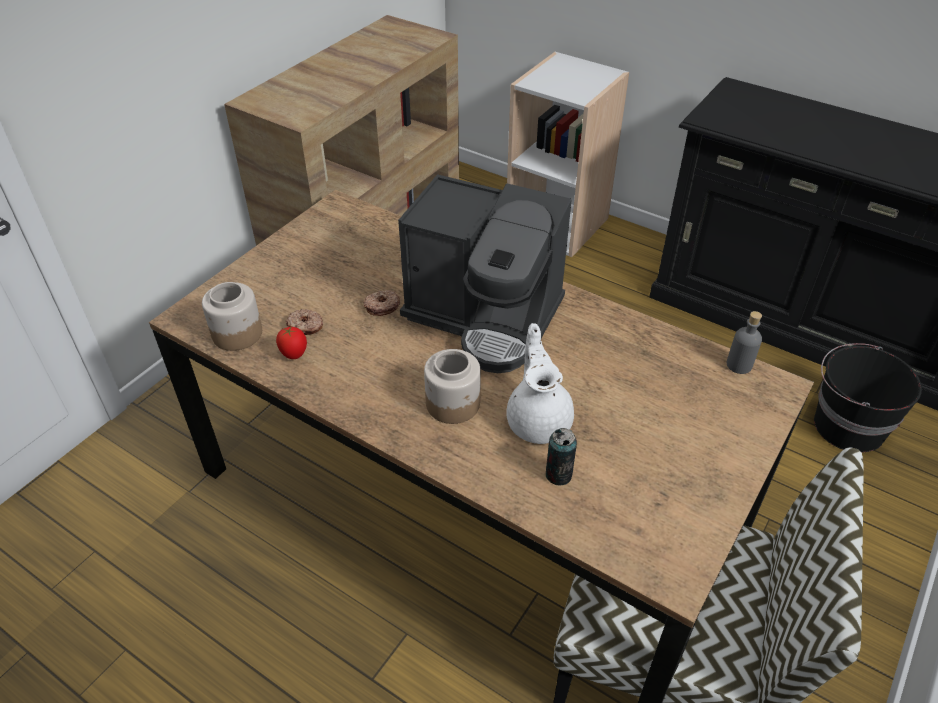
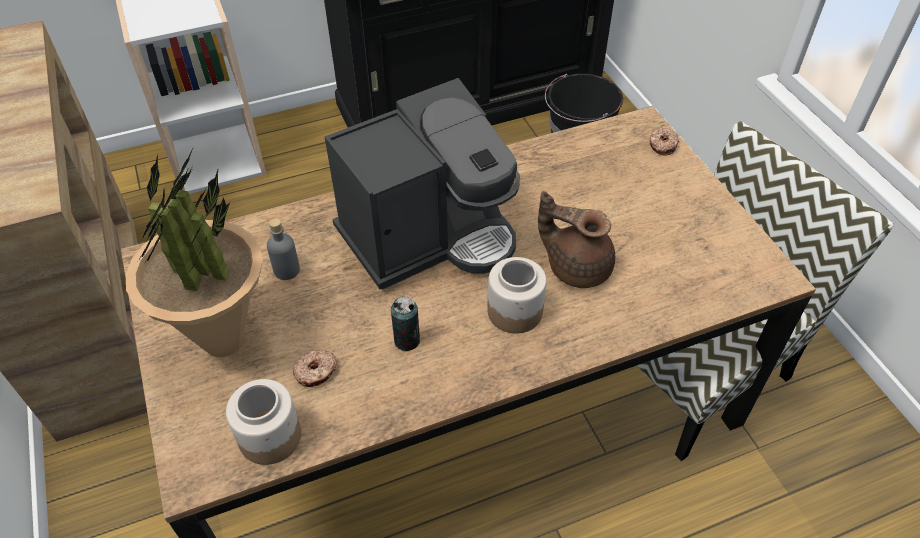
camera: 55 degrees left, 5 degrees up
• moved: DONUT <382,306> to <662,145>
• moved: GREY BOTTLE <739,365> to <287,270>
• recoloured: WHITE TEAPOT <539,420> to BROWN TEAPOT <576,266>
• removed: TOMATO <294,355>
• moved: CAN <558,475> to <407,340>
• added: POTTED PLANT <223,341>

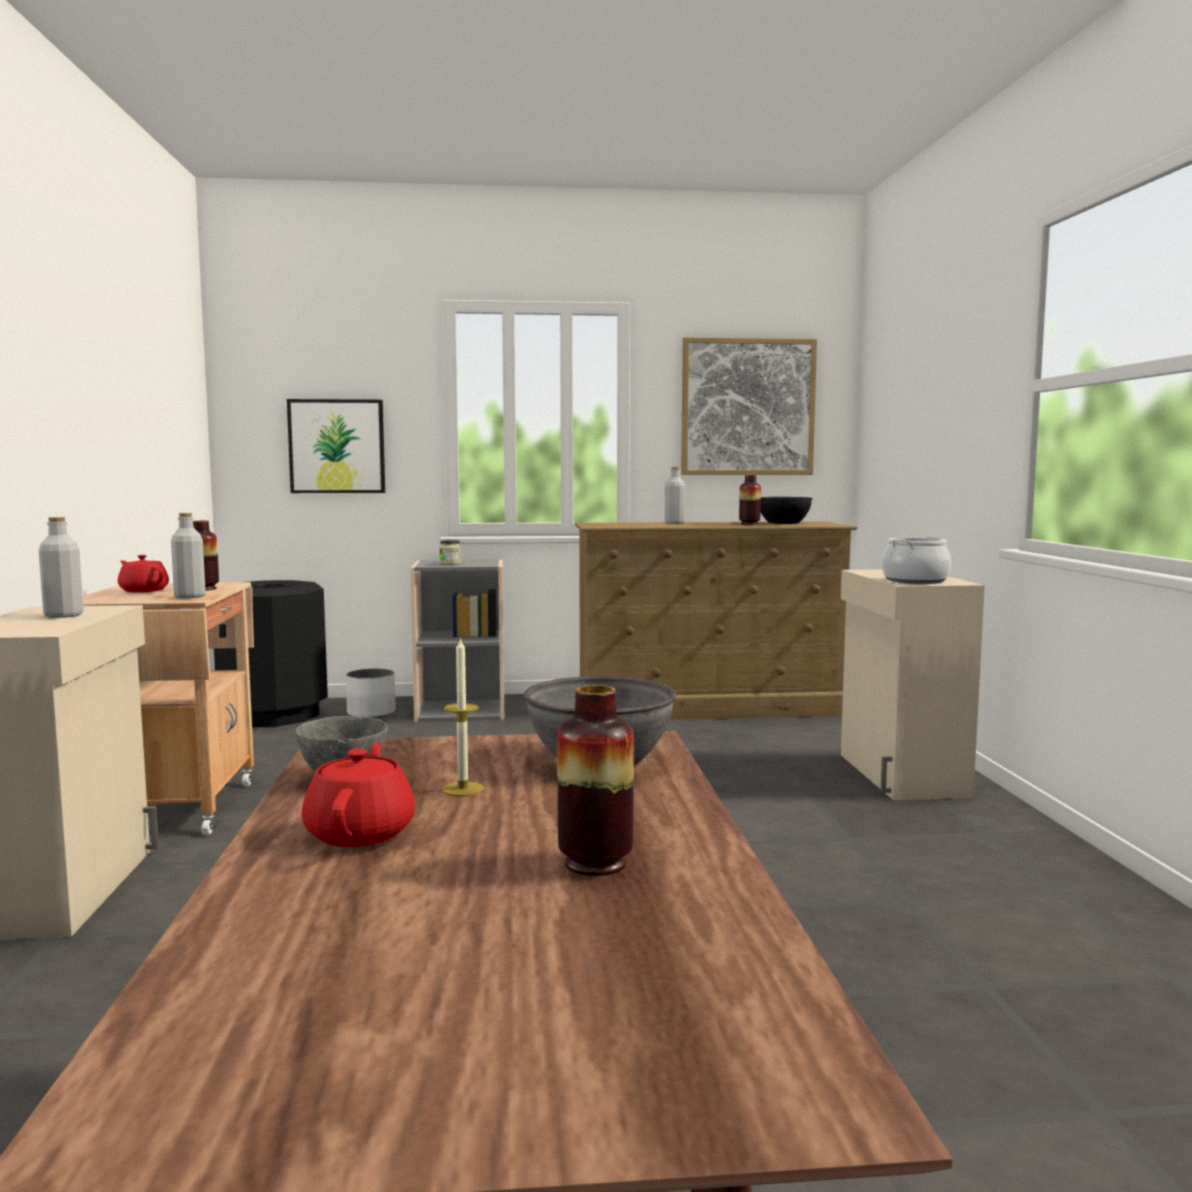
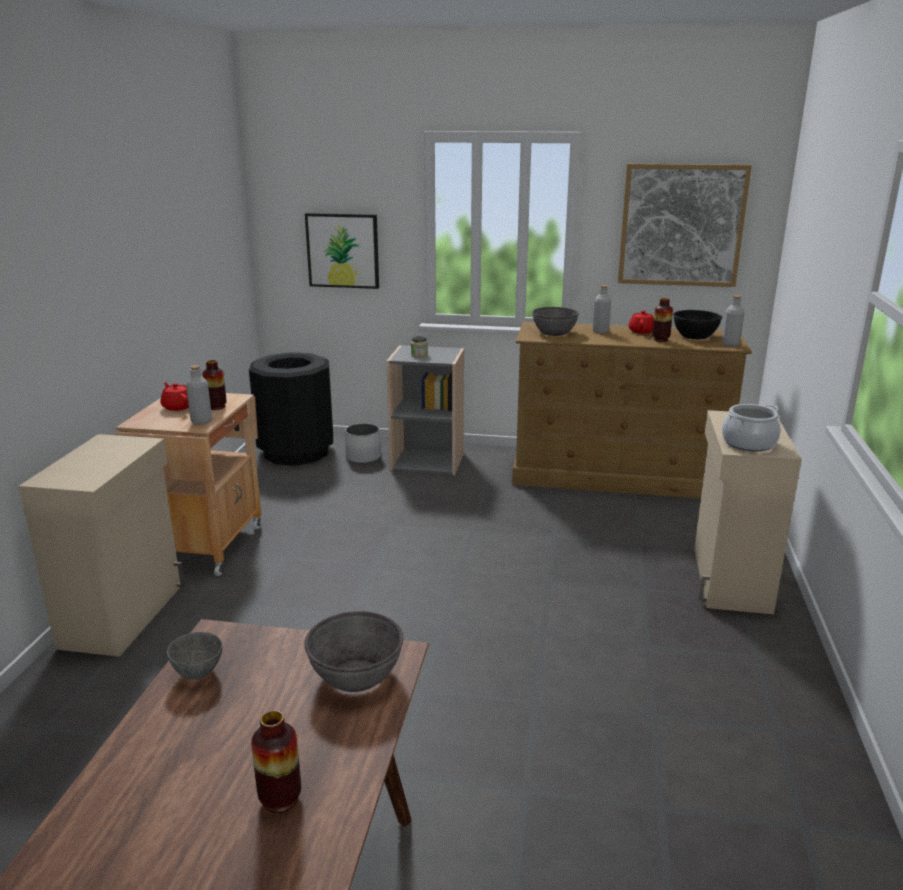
camera: 15 degrees right, 15 degrees up
• moved: GREY BOTTLE <63,615> to <730,344>
• removed: CANDLE <463,789>
• moved: RED TEAPOT <361,832> to <641,331>
• added: GREY BOWL <554,332>

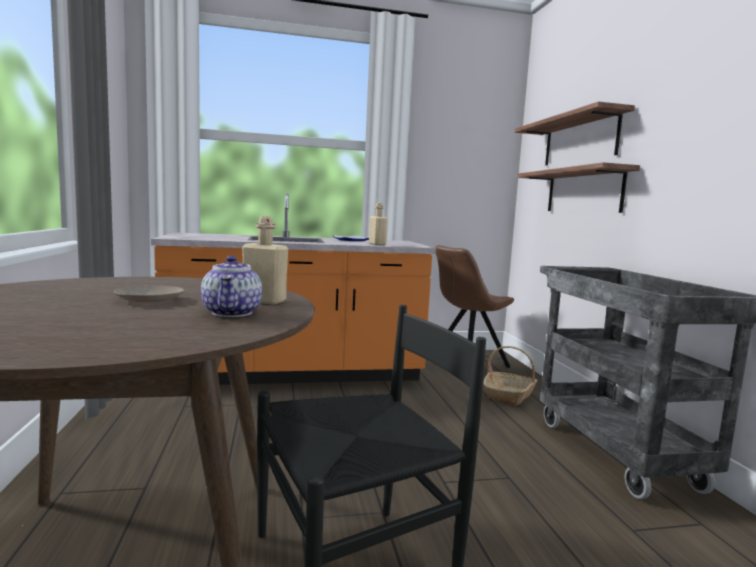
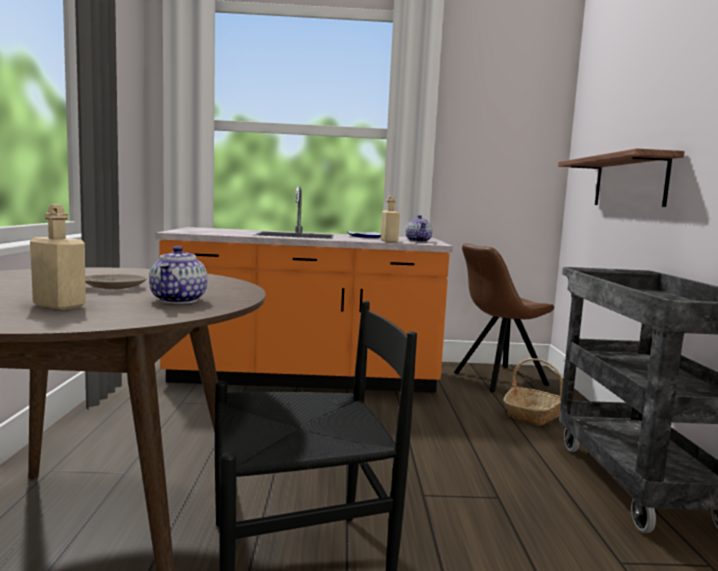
camera: 10 degrees right, 0 degrees up
• removed: SHELF <580,140>
• moved: BEIGE BOTTLE <264,301> to <59,305>
• added: TEAPOT <418,241>

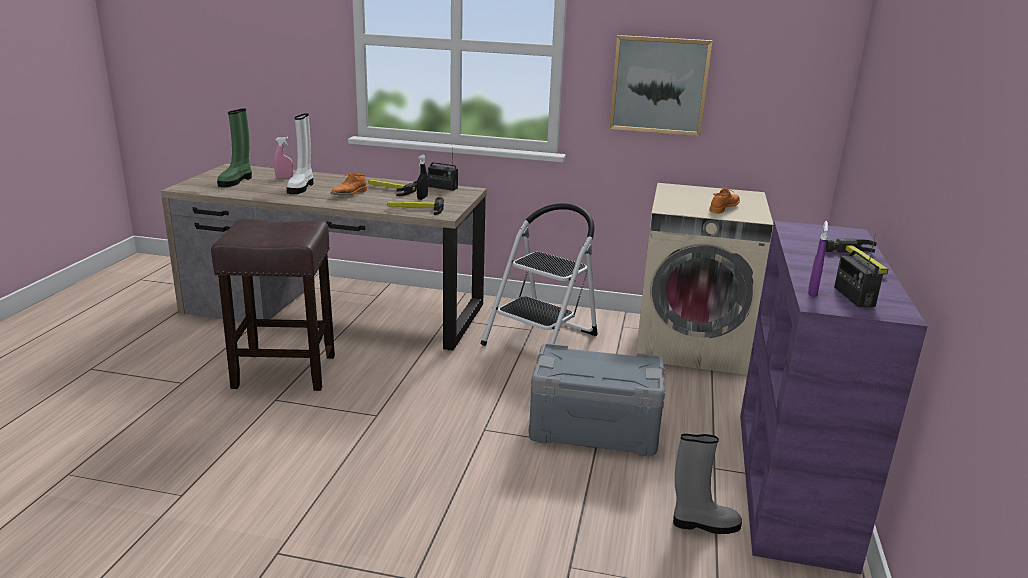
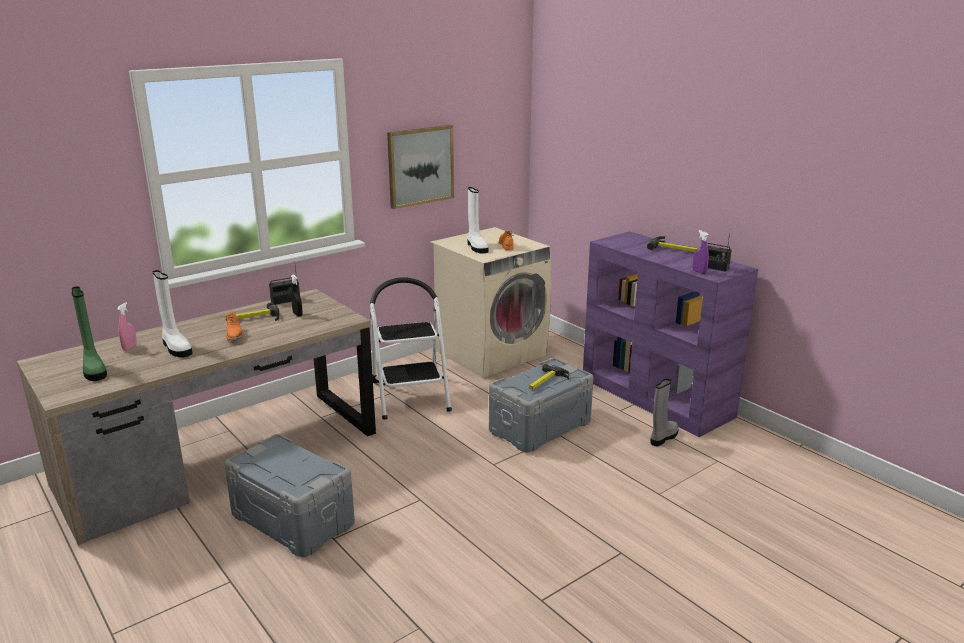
camera: 50 degrees left, 0 degrees up
• moved: HAMMER <415,209> to <546,382>
• replaced: BROWN STOOL <282,372> to GREY STORAGE BOX <292,520>
• added: WHITE BOOT <476,247>

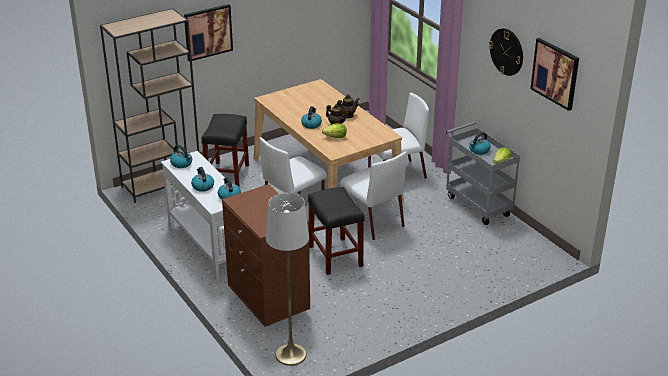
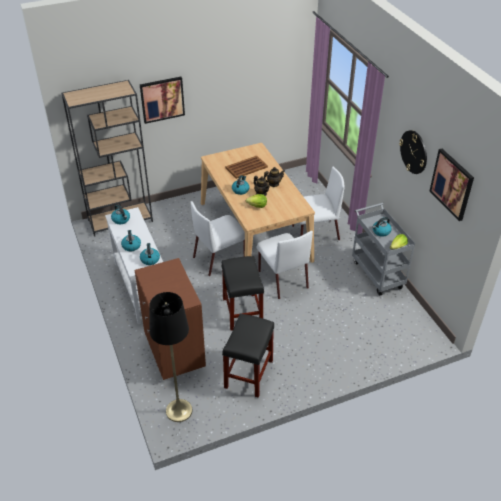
camera: 10 degrees right, 10 degrees up
• moved: BLACK STOOL <227,175> to <248,373>
• recoloured: WHITE FLOOR LAMP <291,355> to BLACK FLOOR LAMP <179,410>
• added: BROWN TRAY <247,167>

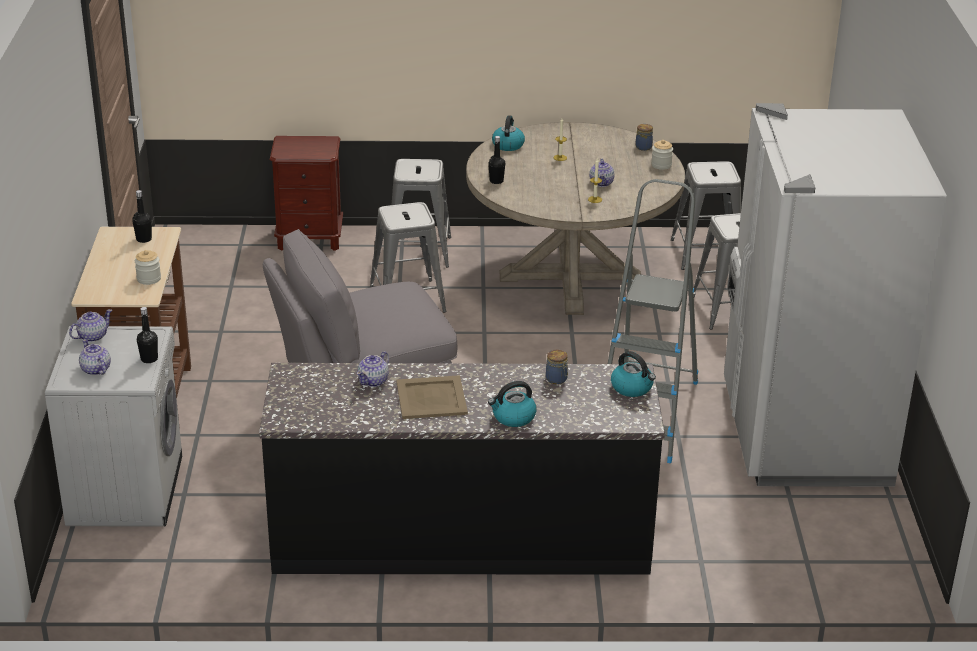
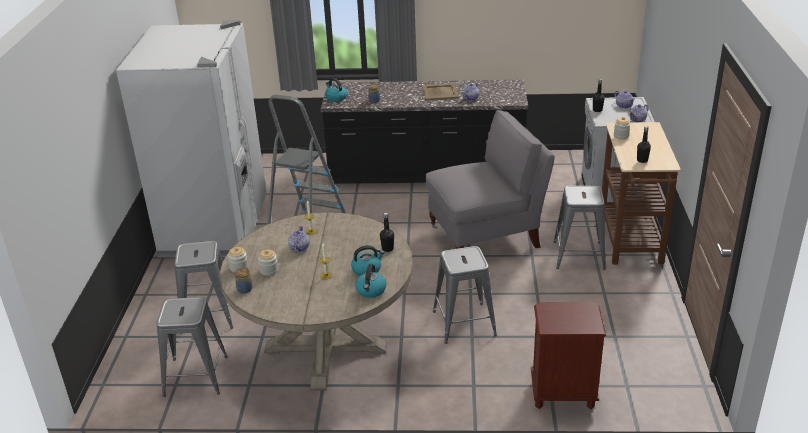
camera: 175 degrees left, 0 degrees up
• moved: GREY STOOL <419,251> to <578,255>
• moved: KETTLE <513,417> to <367,269>
• added: JAR <269,270>

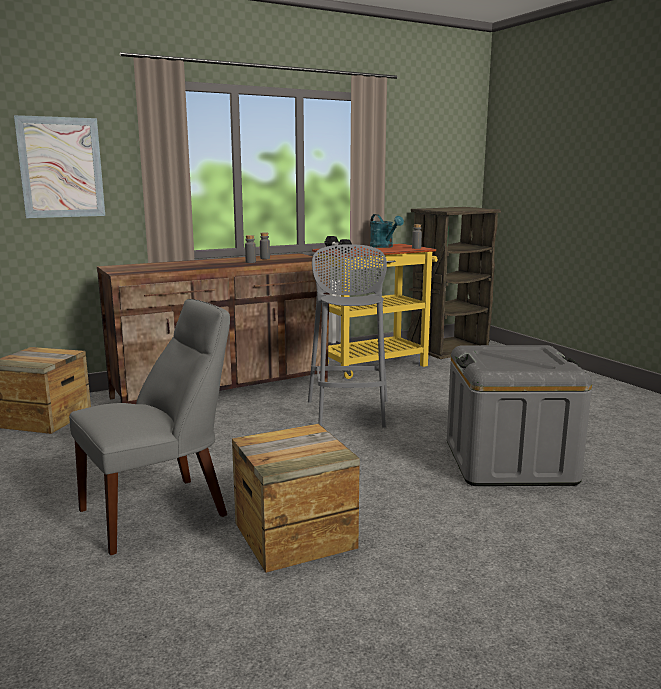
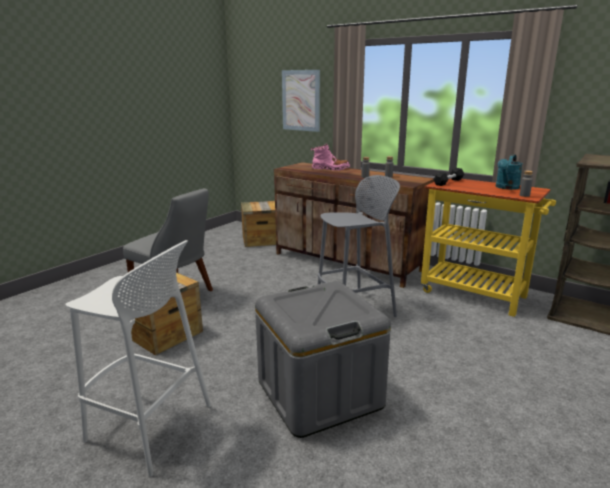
camera: 65 degrees right, 5 degrees up
• added: PINK BOOT <330,169>
• added: WHITE STOOL <149,427>

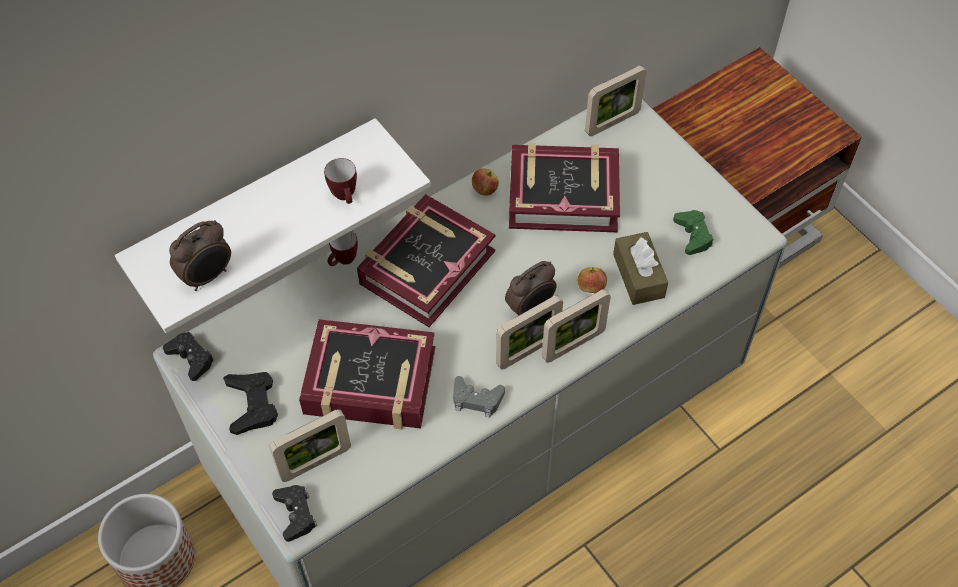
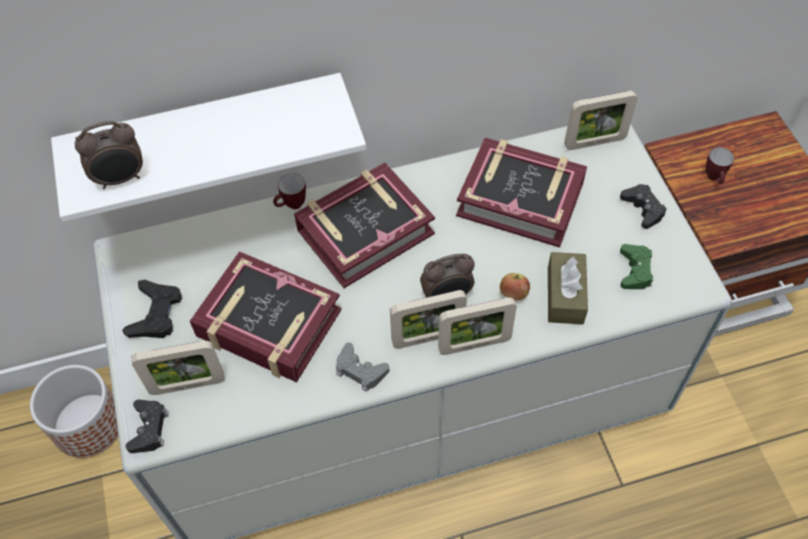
camera: 20 degrees right, 0 degrees up
• moved: MUG <345,197> to <714,178>
• removed: APPLE <484,189>
• moved: BLACK GAME CONTROLLER <191,358> to <643,209>

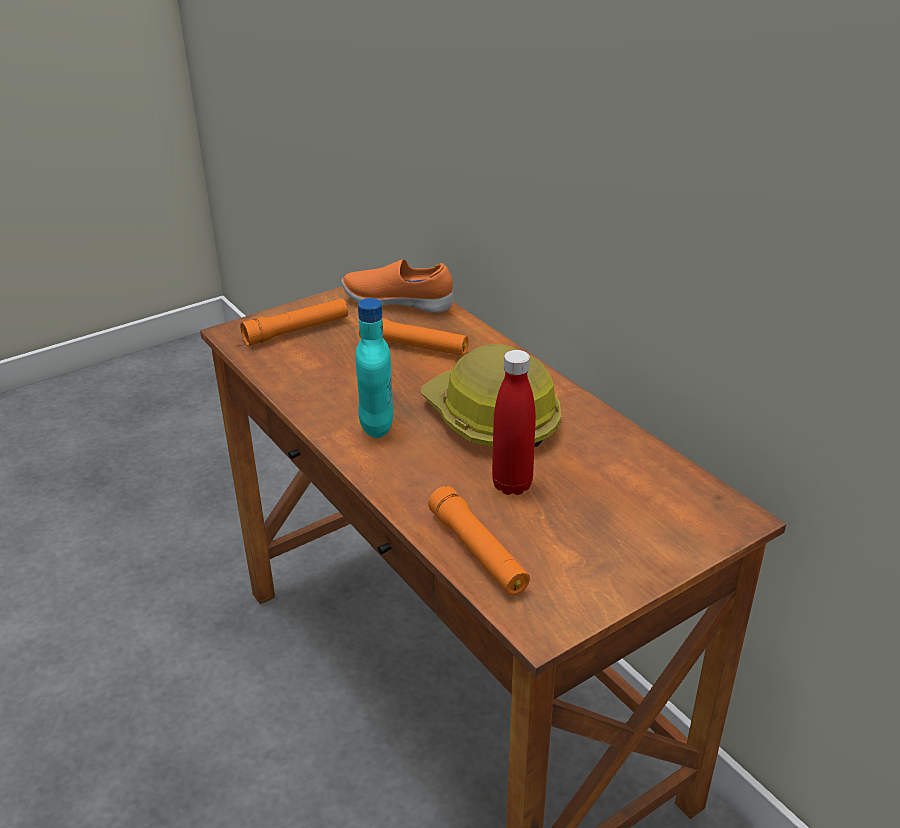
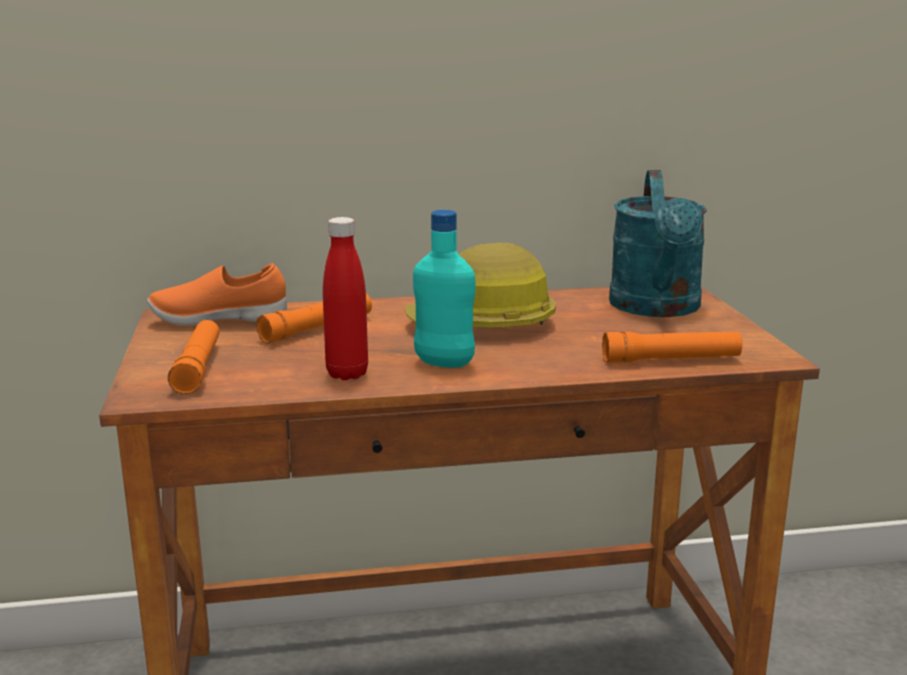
camera: 65 degrees left, 15 degrees down
• turned: ORANGE SHOE <398,303> = <219,321> 45 degrees clockwise
• moved: RED BOTTLE <512,485> to <347,374>
• added: TURQUOISE WATERING CAN <657,309>

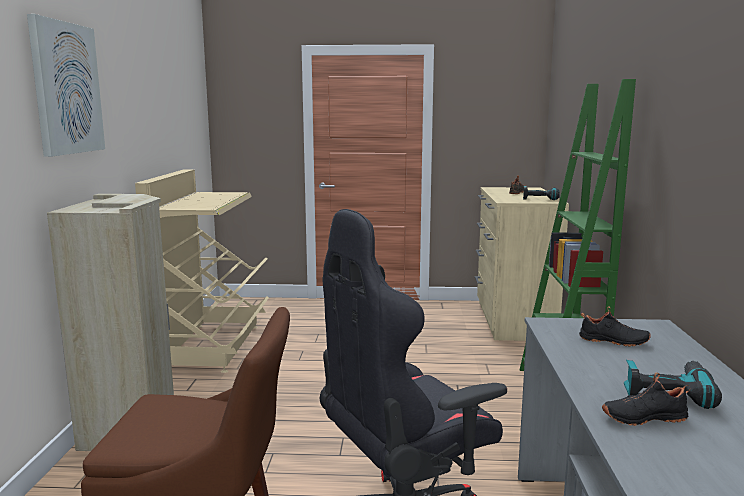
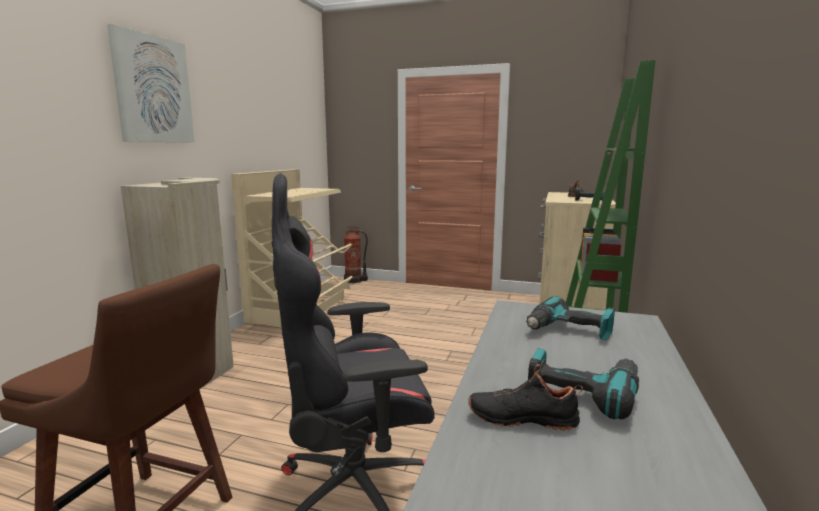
camera: 15 degrees right, 0 degrees up
• replaced: BLACK SHOE <613,341> to POWER DRILL <569,331>
• added: FIRE EXTINGUISHER <354,281>

